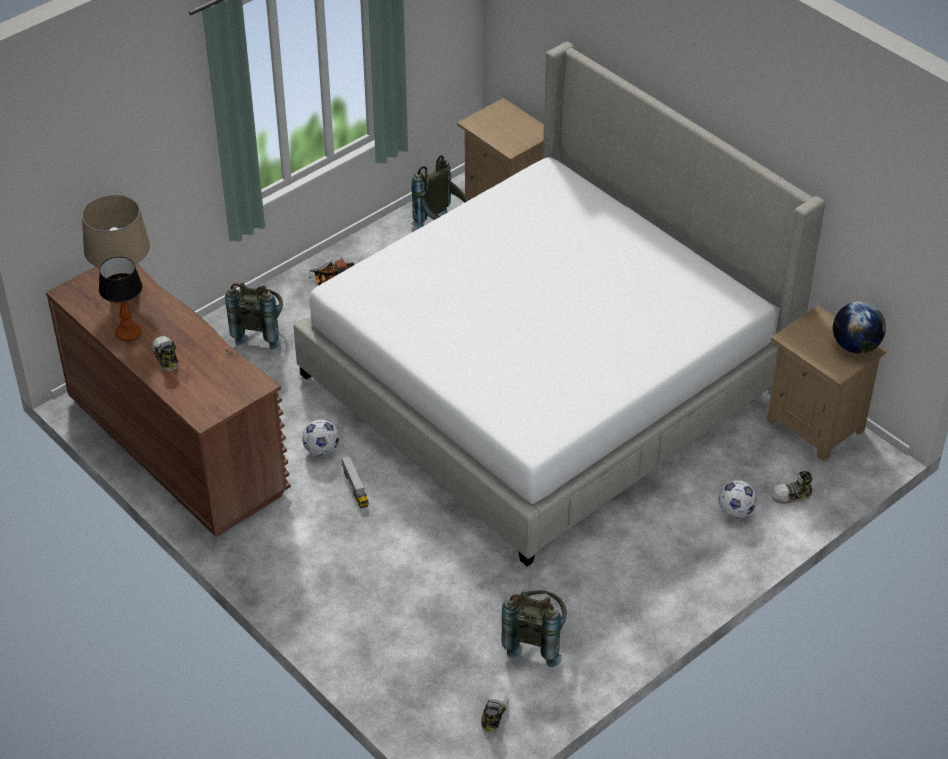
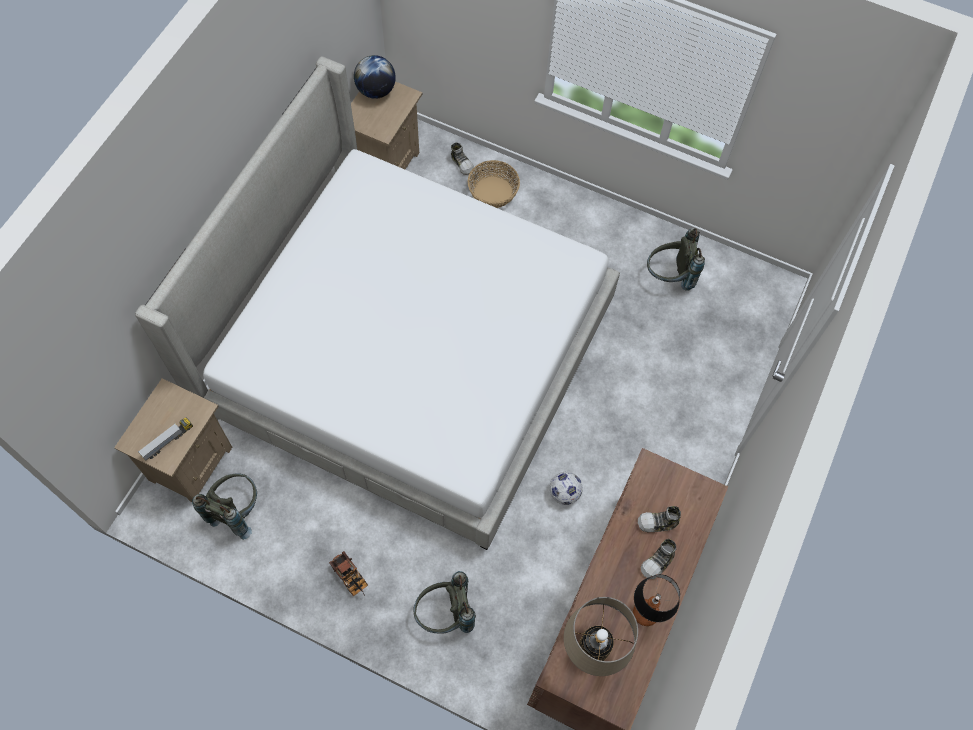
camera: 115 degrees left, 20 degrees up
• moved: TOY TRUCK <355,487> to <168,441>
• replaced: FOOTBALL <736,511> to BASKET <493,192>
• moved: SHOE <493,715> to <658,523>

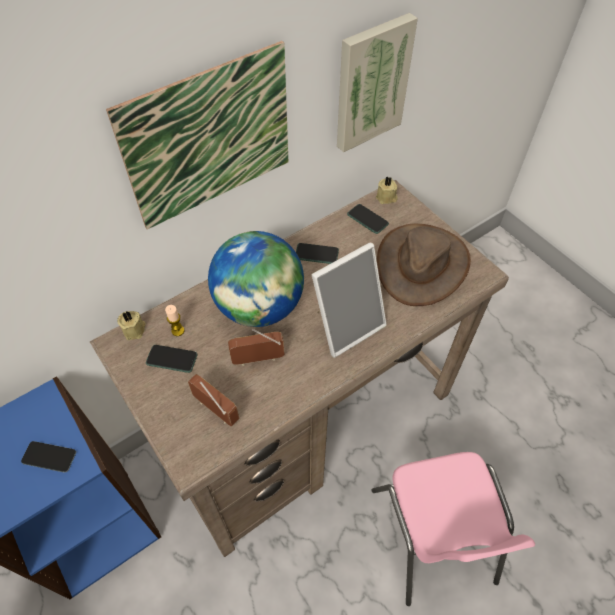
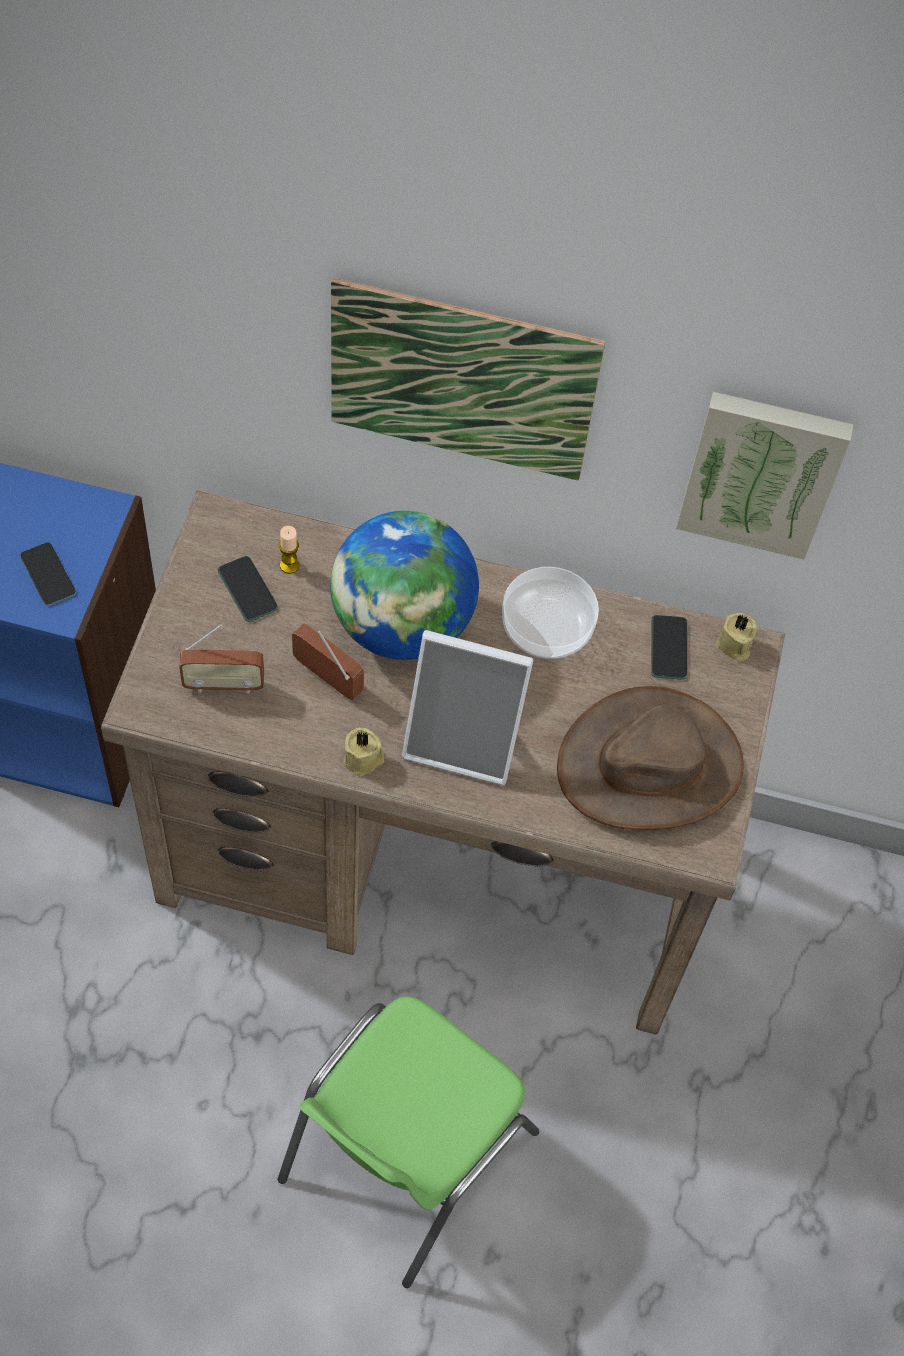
camera: 45 degrees right, 5 degrees up
• replaced: PHONE <316,254> to BOWL <546,629>
• moved: BEIGE CANDLE <135,330> to <364,759>
• turned: RADIO <216,410> = <224,684> 90 degrees clockwise
• recoloured: PINK CHAIR <433,537> to GREEN CHAIR <403,1156>

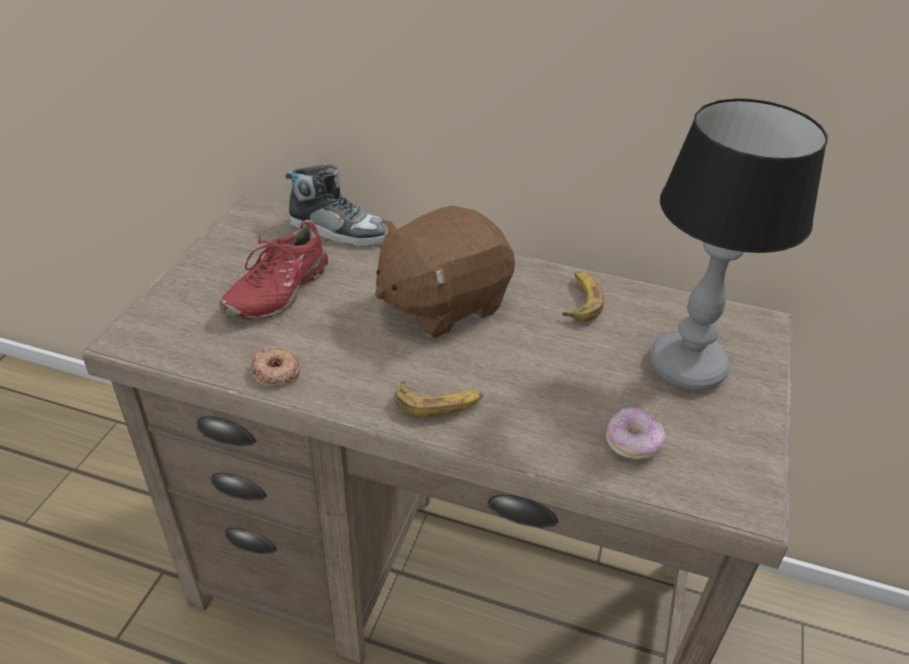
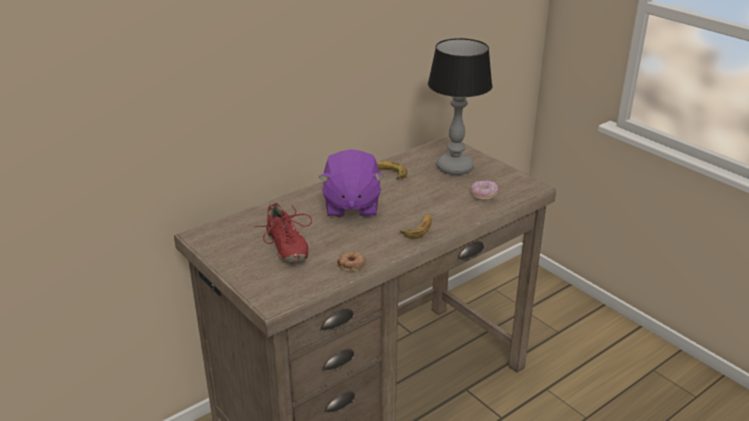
camera: 55 degrees left, 10 degrees down
• removed: SHOE <339,230>
• recoloured: BROWN PLUSH TOY <441,303> to PURPLE PLUSH TOY <351,206>

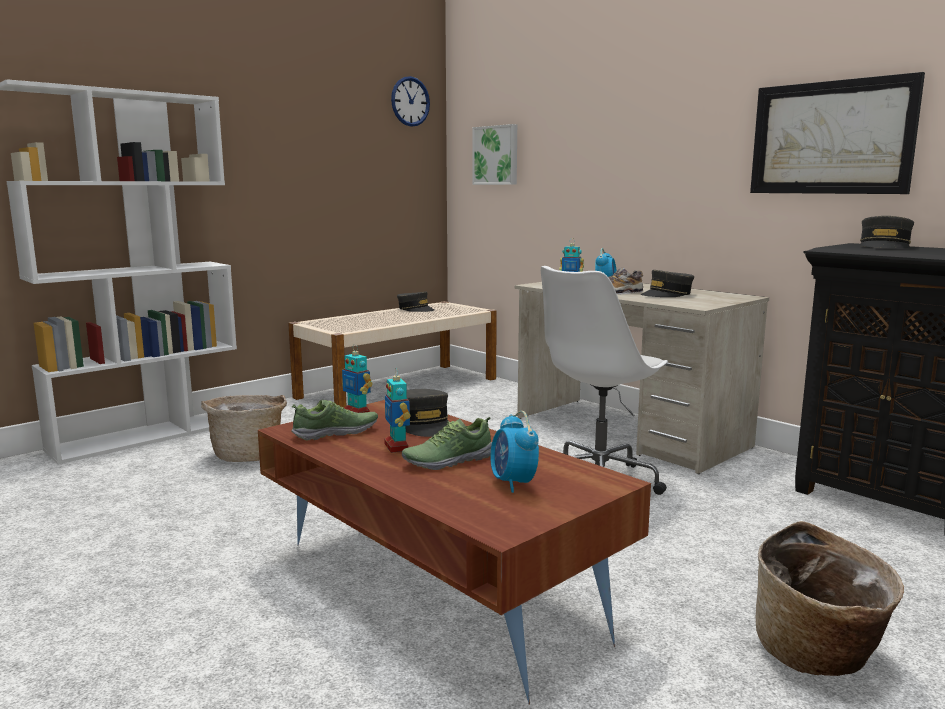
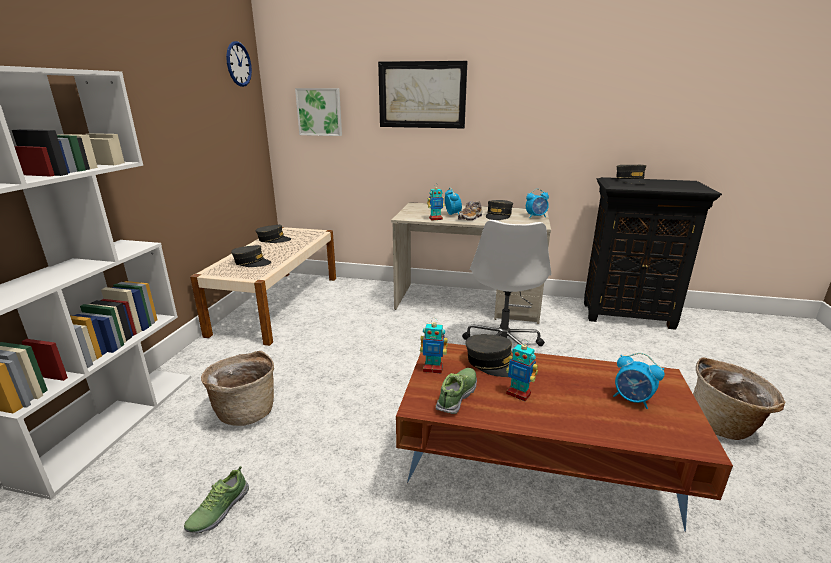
camera: 35 degrees left, 10 degrees up
• moved: PICTURE <831,138> to <422,95>
• moved: SHOE <448,460> to <218,510>
• added: ALARM CLOCK <536,216>
• added: GREY CAP <251,262>

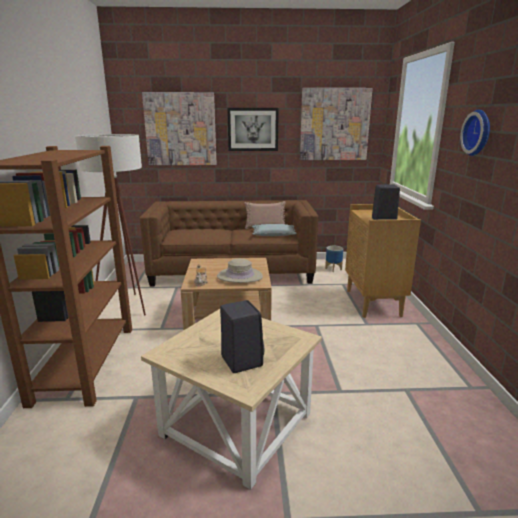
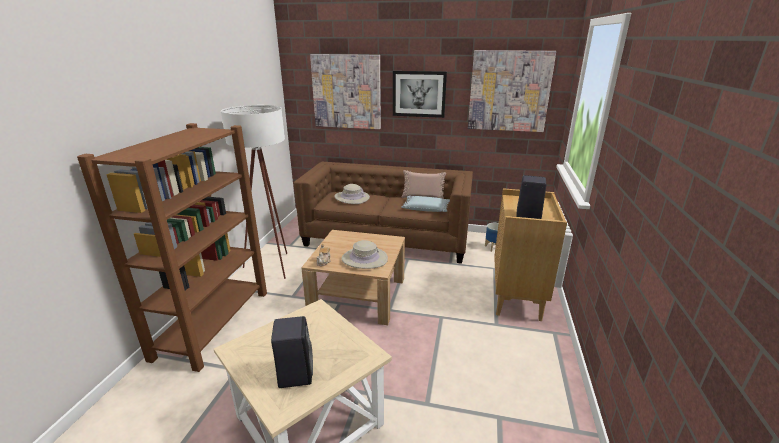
camera: 15 degrees right, 5 degrees up
• removed: WALL CLOCK <478,132>
• added: BEIGE HAT <352,198>

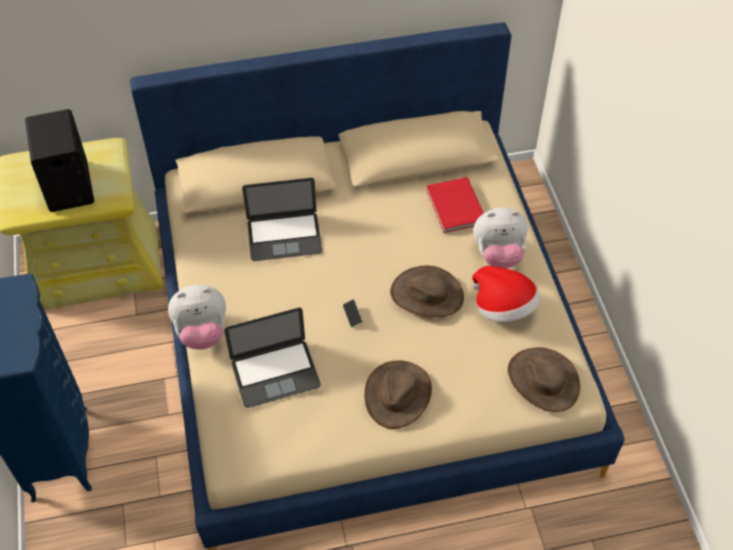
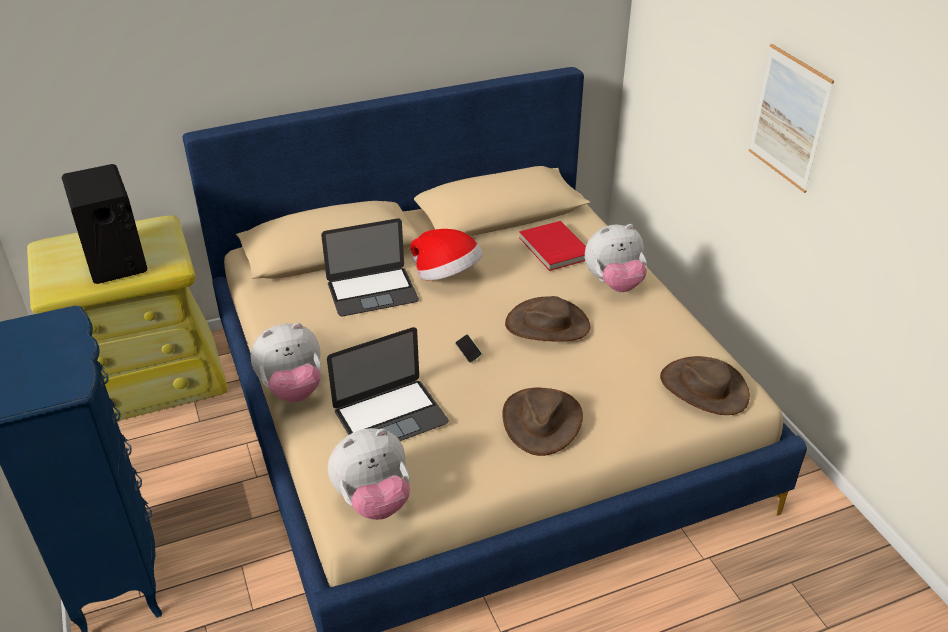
camera: 10 degrees left, 15 degrees down
• moved: HAT <503,308> to <447,276>
• added: PICTURE <789,118>
• added: PLUSH TOY <373,501>

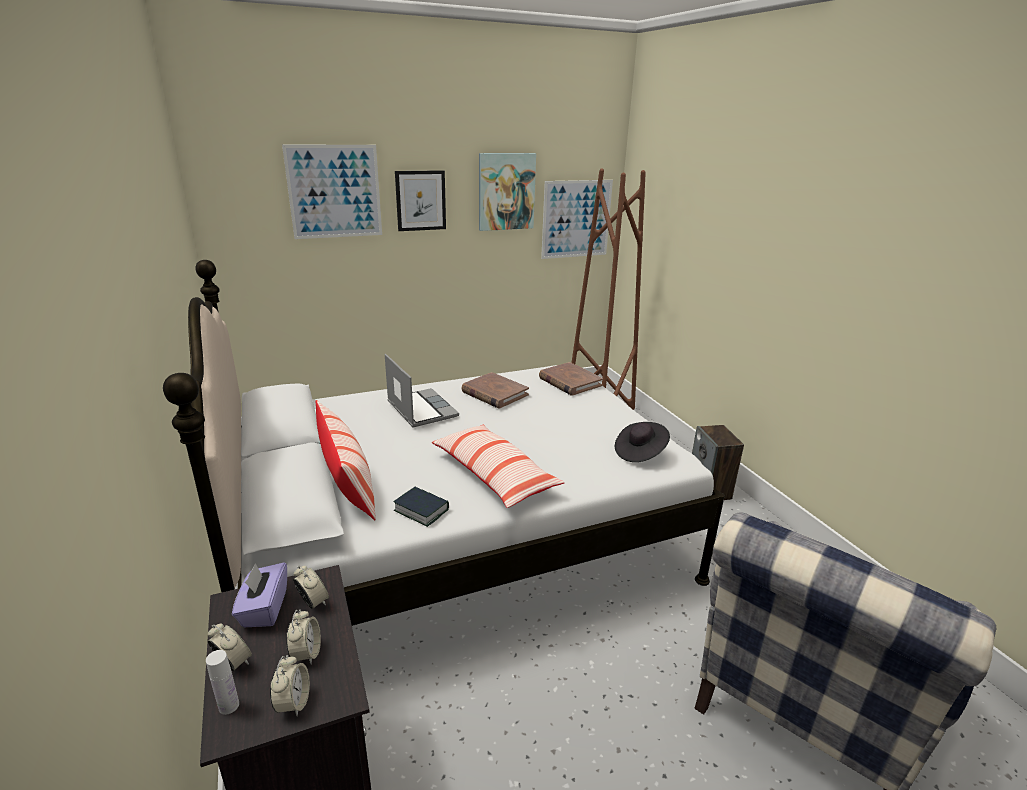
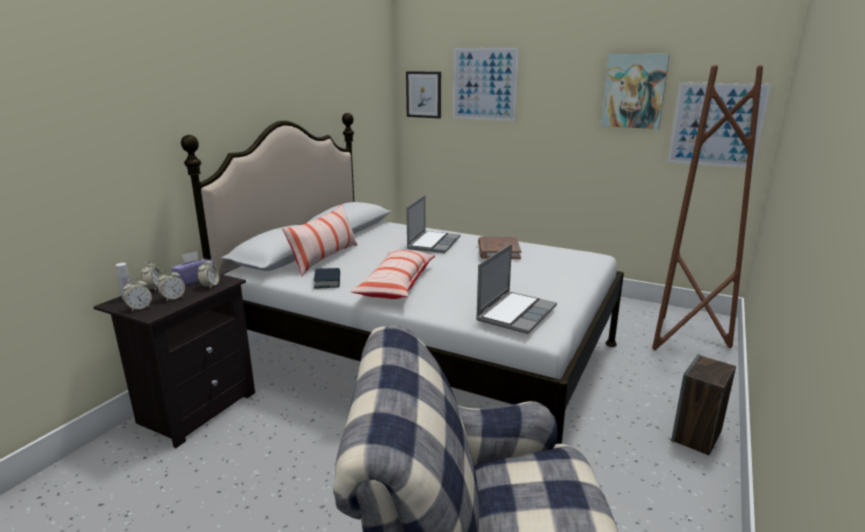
camera: 50 degrees right, 5 degrees down
• moved: PICTURE <420,200> to <423,94>
• removed: BROWN BOOK <569,382>
• replaced: BLACK HAT <640,452> to LAPTOP <516,313>

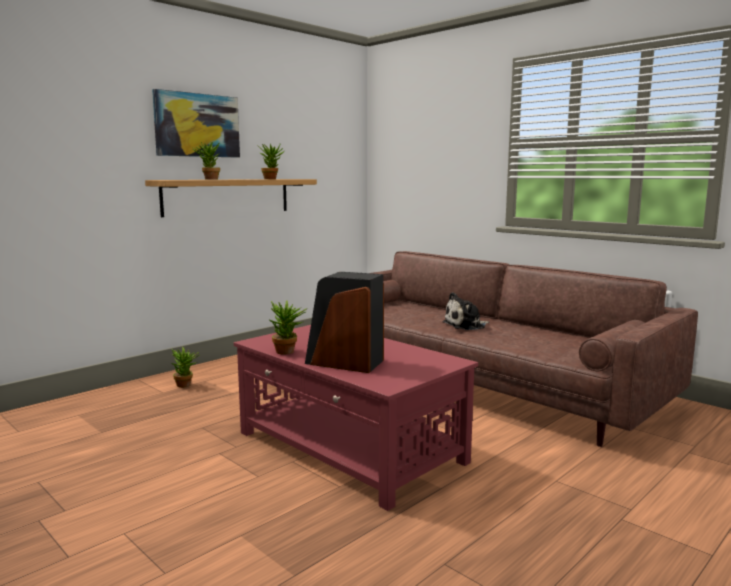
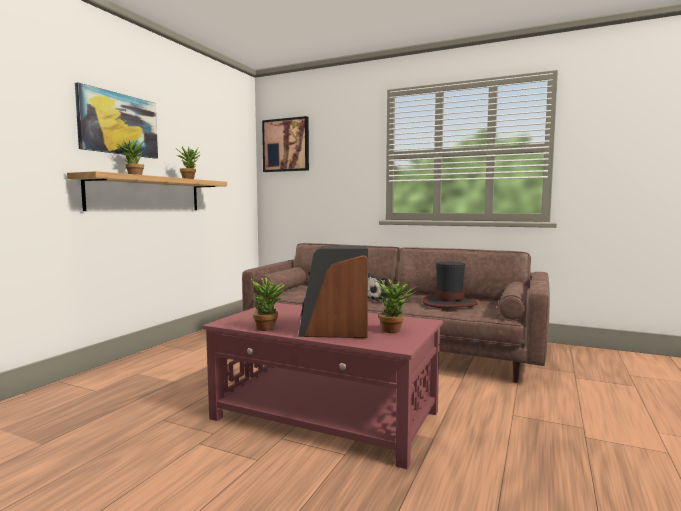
camera: 20 degrees left, 5 degrees down
• moved: POTTED PLANT <186,385> to <395,330>
• added: PICTURE <286,145>
• added: HAT <449,303>

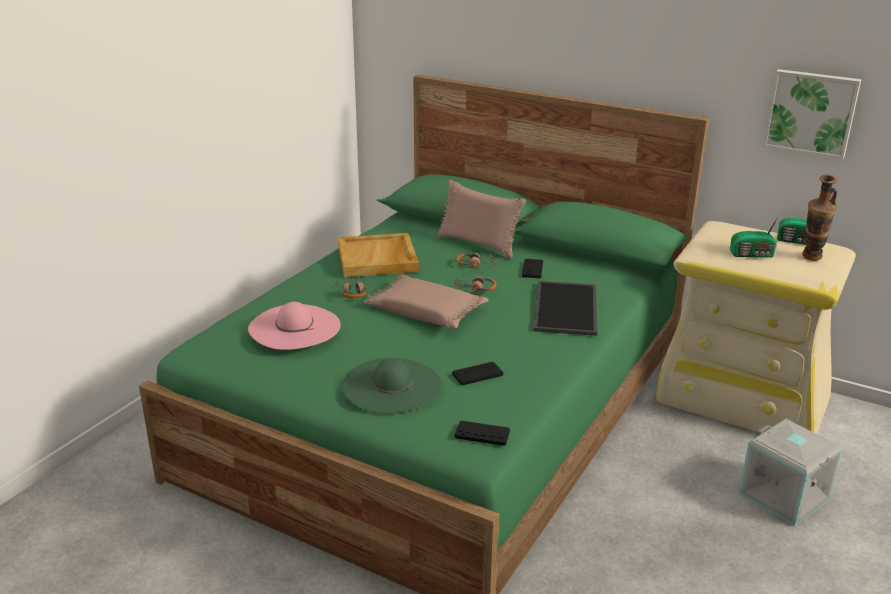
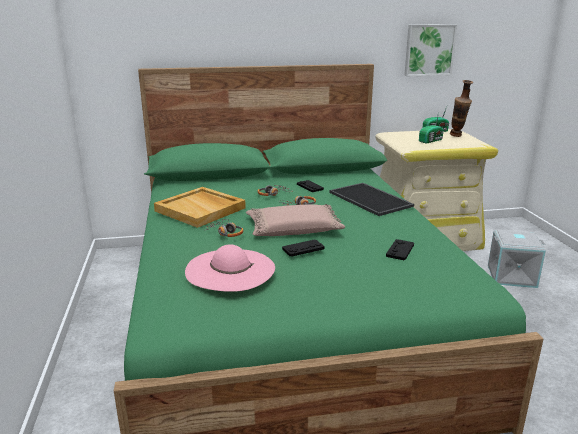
camera: 40 degrees left, 5 degrees down
• removed: BEIGE PILLOW <478,244>
• removed: GREEN HAT <391,386>
• moved: BLACK GAME CONTROLLER <482,434> to <303,249>

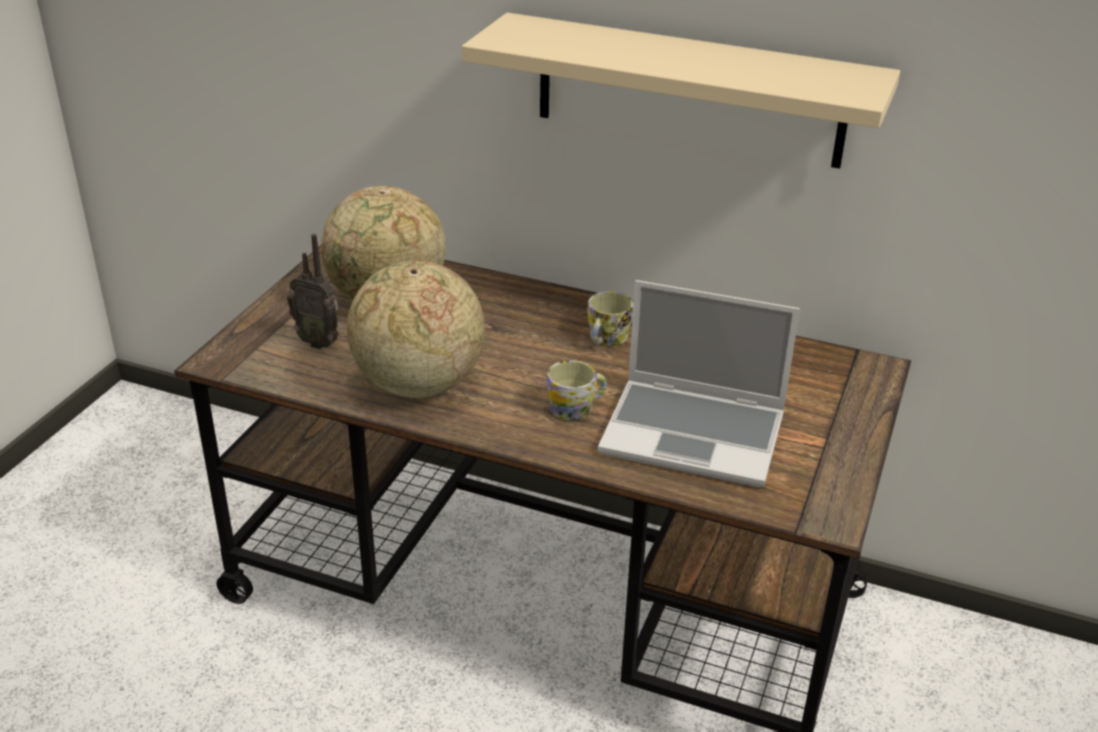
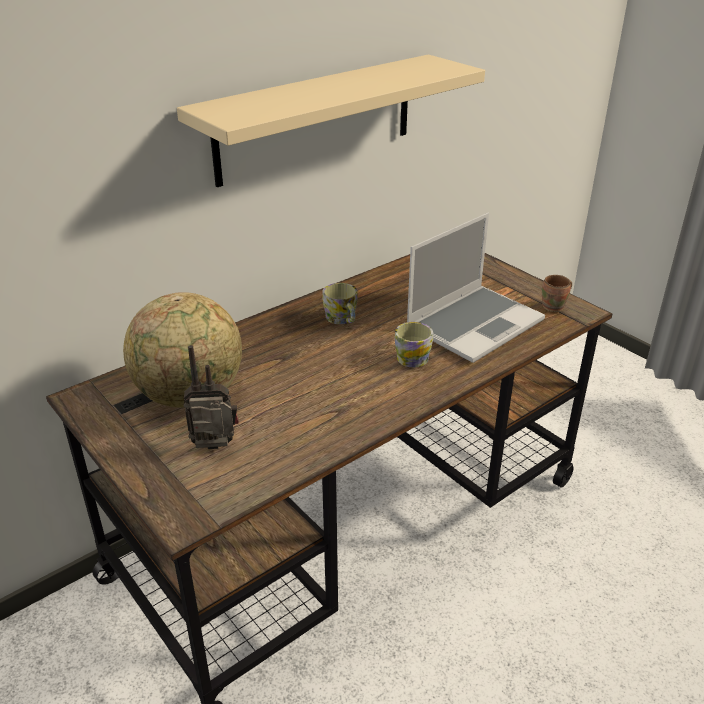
camera: 60 degrees left, 0 degrees up
• turned: RADIO <319,342> = <215,449> 150 degrees counterclockwise
• removed: GLOBE <418,385>
• added: BROWN MUG <555,307>

